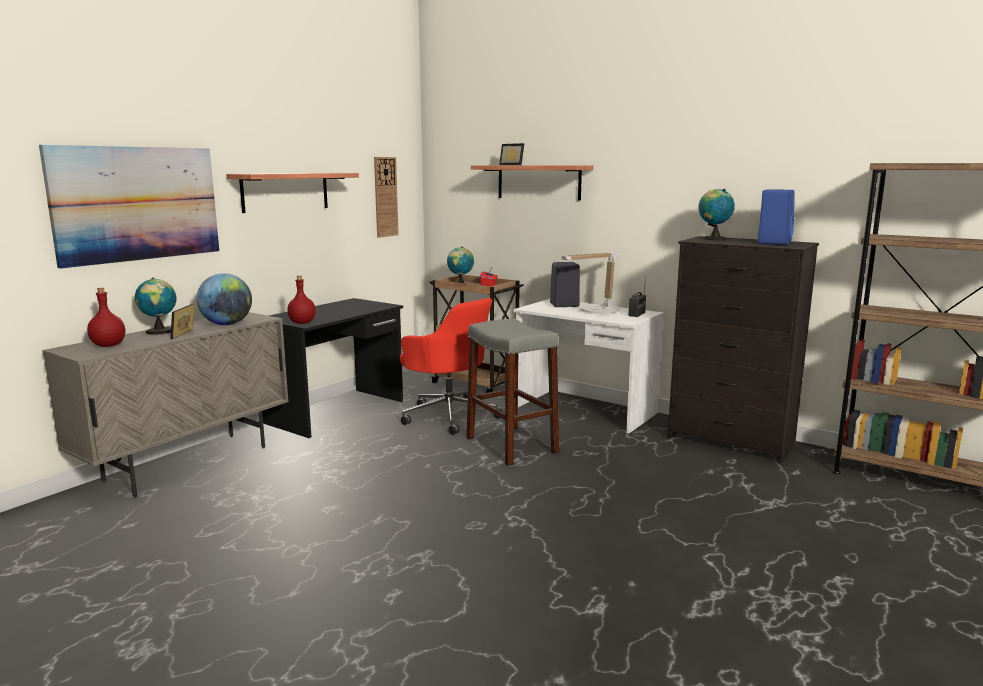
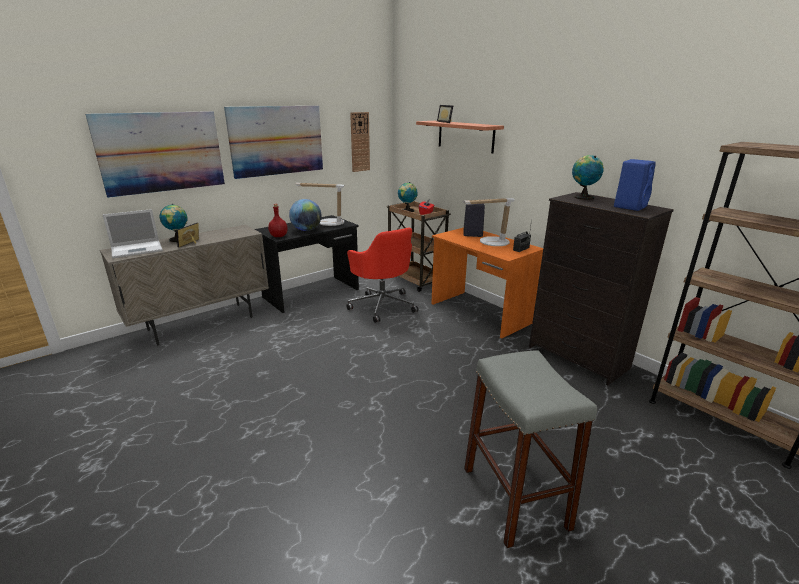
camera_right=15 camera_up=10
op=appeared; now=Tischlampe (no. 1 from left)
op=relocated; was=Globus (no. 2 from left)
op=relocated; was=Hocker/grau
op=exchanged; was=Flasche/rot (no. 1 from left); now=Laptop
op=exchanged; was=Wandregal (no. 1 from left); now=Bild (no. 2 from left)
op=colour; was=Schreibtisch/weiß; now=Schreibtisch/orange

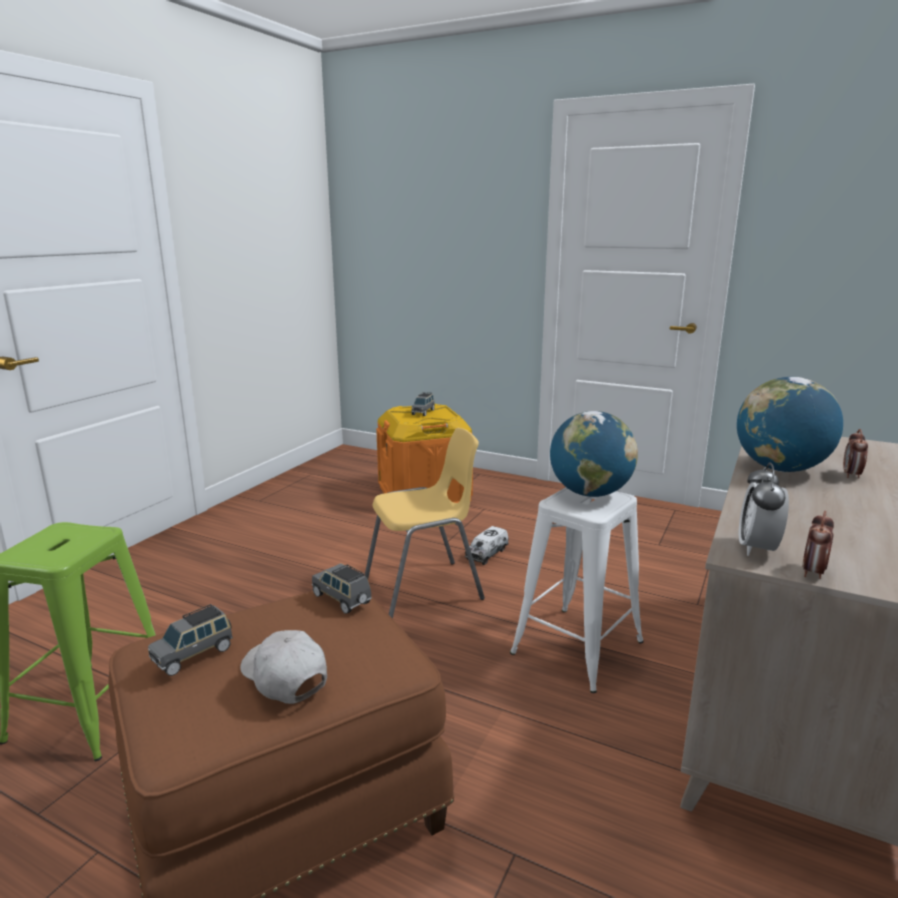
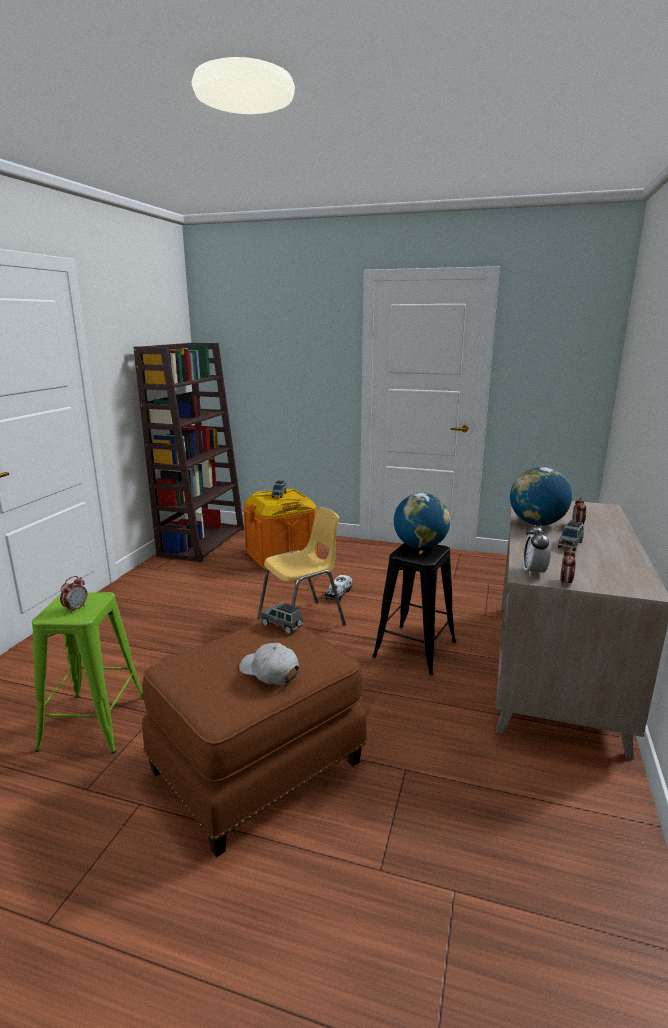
camera_right=-10 camera_up=0
op=appeared; now=Wecker (no. 1 from left)
op=appeared; now=Bücherregal/braun
op=relocated; was=Spielzeugauto/grau (no. 1 from left in the first image); now=Spielzeugauto/grau (no. 3 from left)
op=colour; was=Hocker/weiß; now=Hocker/schwarz

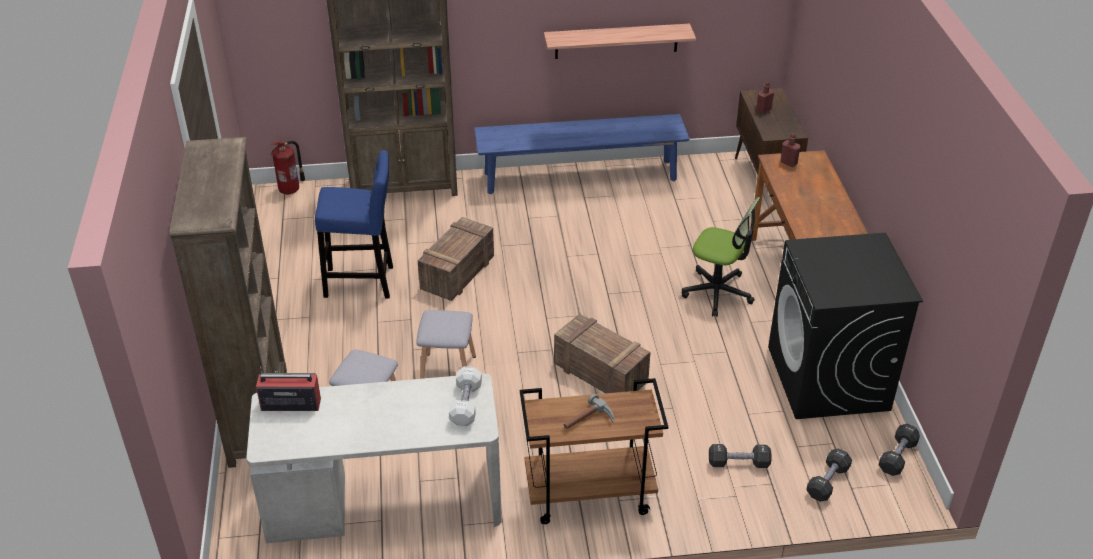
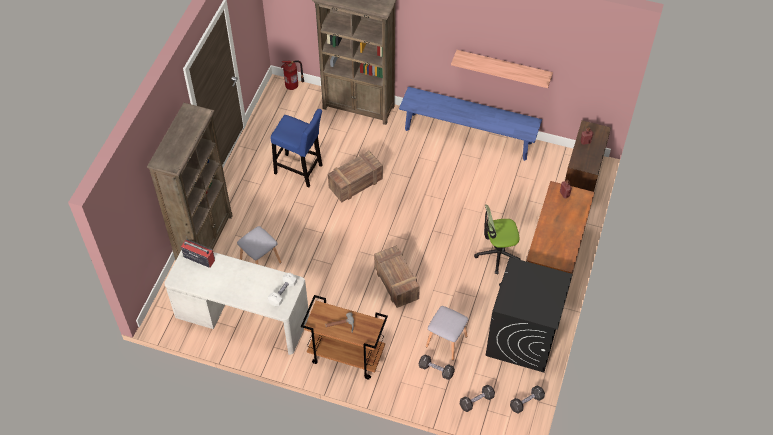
camera_right=25 camera_up=15
op=relocated; was=Hocker/grau (no. 2 from left)
op=spun; was=Bürostuhl; clockwise=120

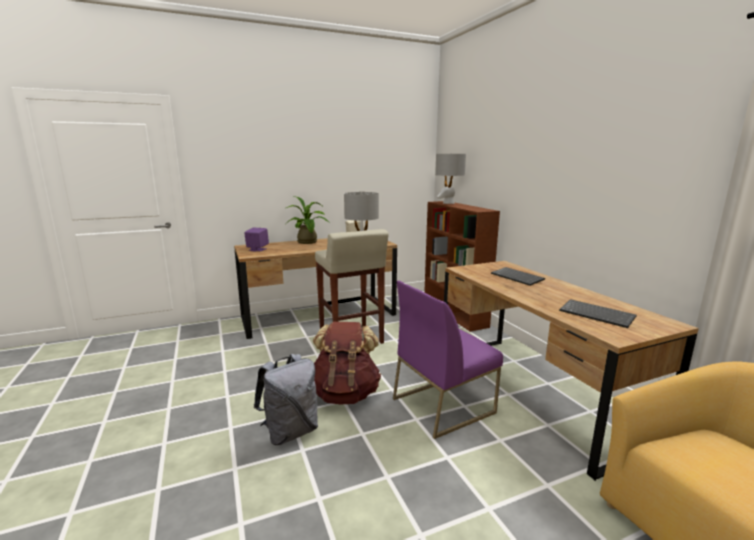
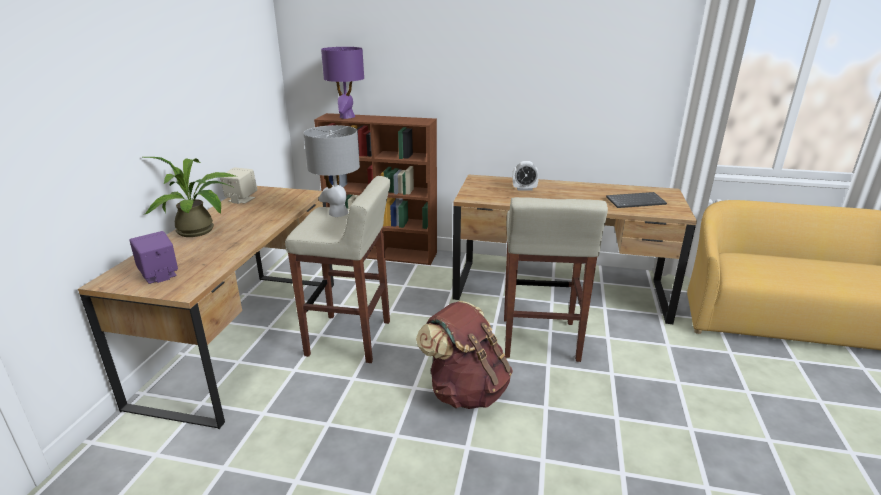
camera_right=-55 camera_up=10
op=missing; was=Rucksack/grau
op=exchanged; was=Stuhl/lila; now=Hocker/beige (no. 2 from left)
op=exchanged; was=Tastatur (no. 1 from left); now=Wecker
op=colour; was=Tischlampe/grau (no. 2 from left); now=Tischlampe/lila

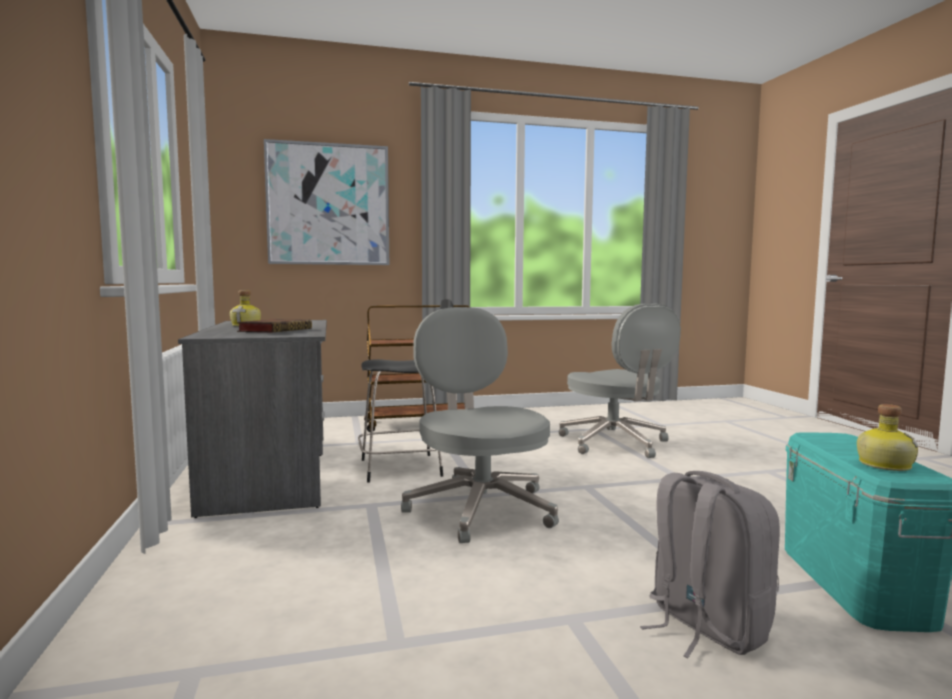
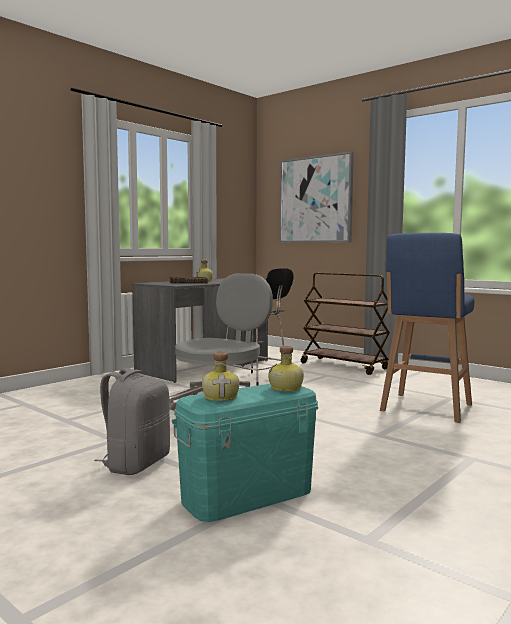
camera_right=55 camera_up=0
op=appeared; now=Flasche (no. 3 from left)
op=exchanged; was=Bürostuhl/grau (no. 2 from left); now=Hocker/blau

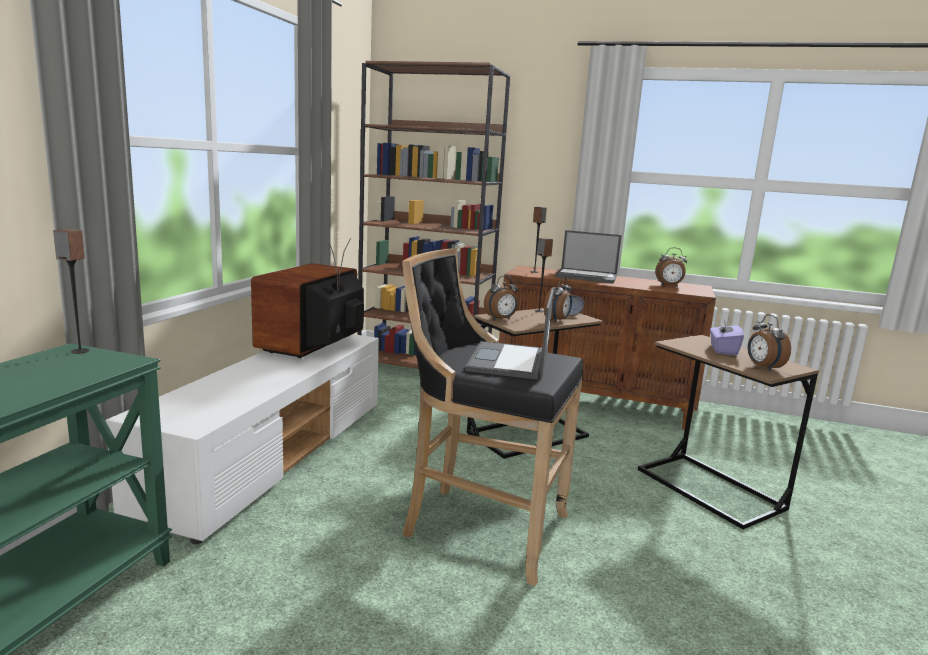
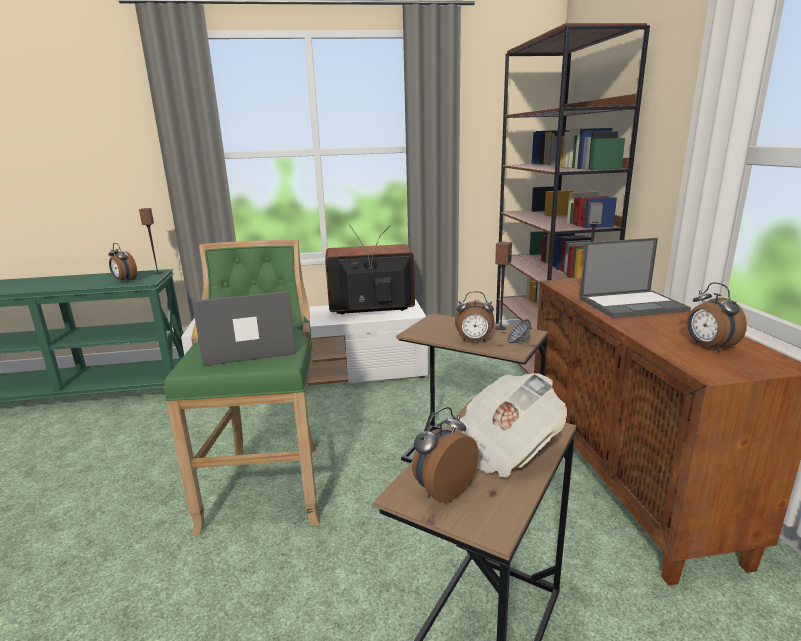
camera_right=65 camera_up=5
op=relocated; was=Wecker (no. 1 from left)
op=exchanged; was=Taschentuchbox/lila; now=Zeitung
op=colour; was=Hocker/schwarz; now=Hocker/grün
op=spun; was=Laptop (no. 2 from left); clockwise=-90

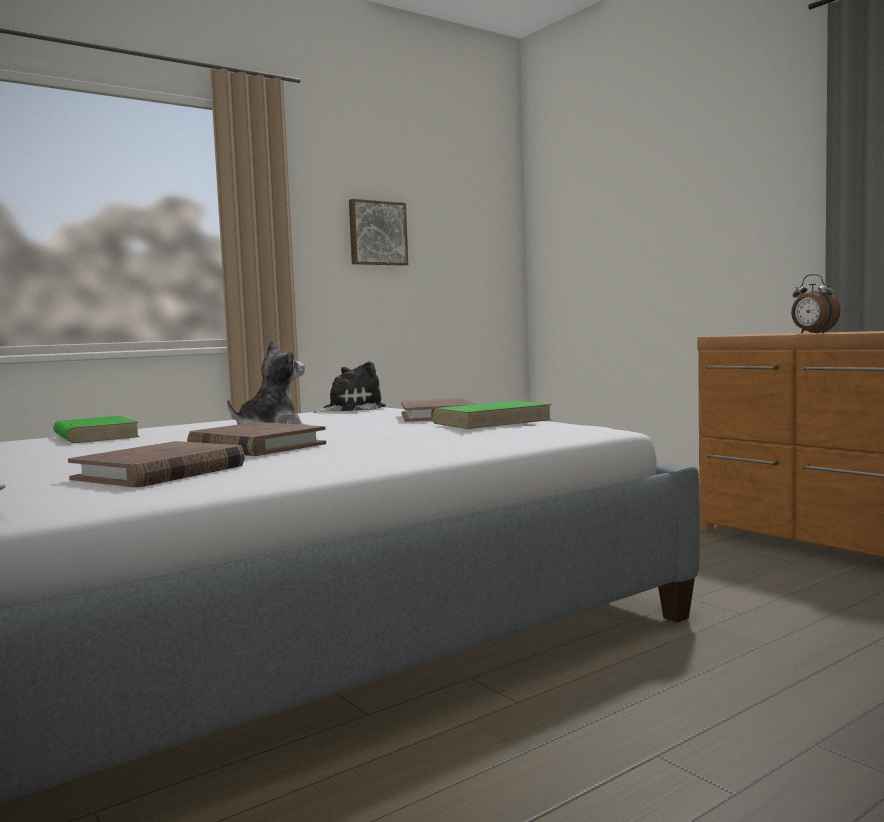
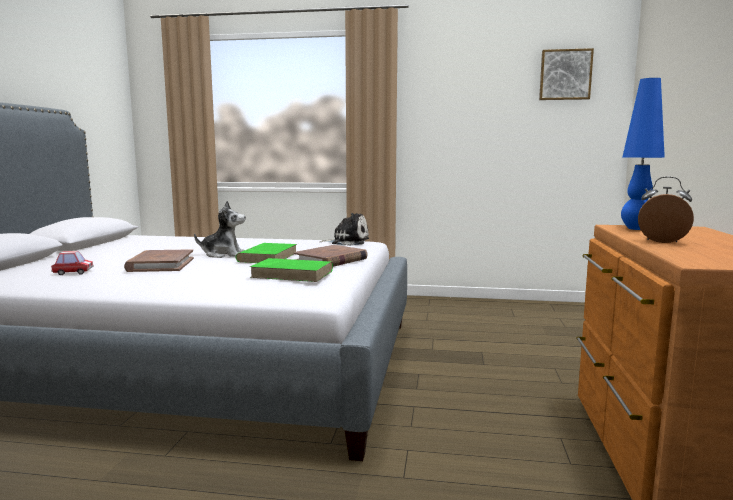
camera_right=45 camera_up=5
op=appeared; now=Tischlampe/blau
op=relocated; was=Buch/grün (no. 1 from left)
op=relocated; was=Bild
op=exchanged; was=Buch/braun (no. 1 from left); now=Spielzeugauto
op=spun; was=Wecker; clockwise=105

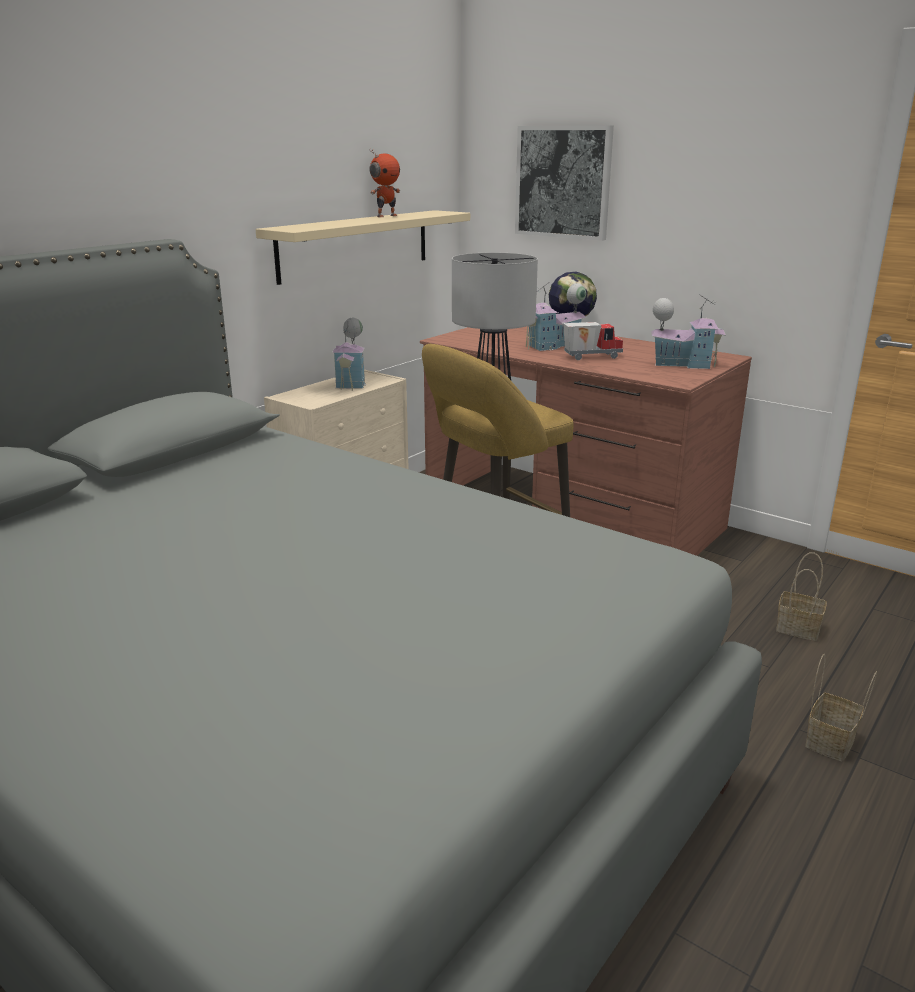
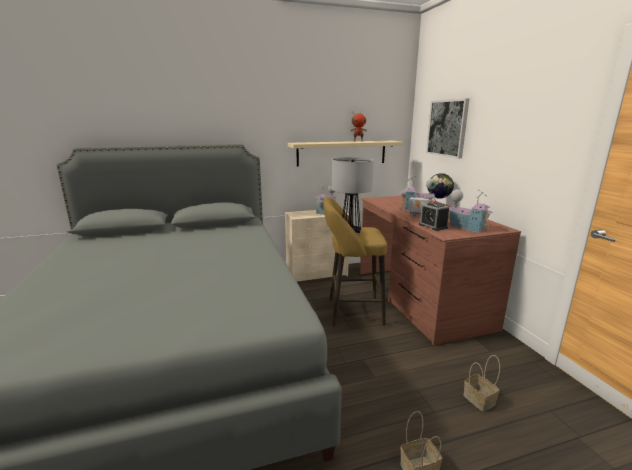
camera_right=35 camera_up=-5
op=appeared; now=Wecker

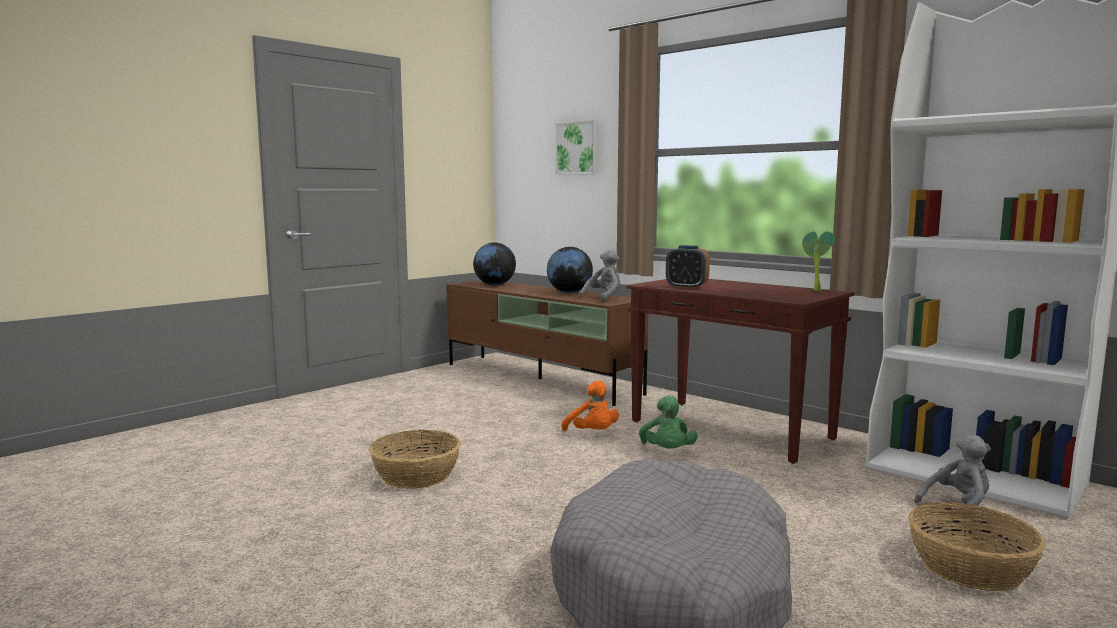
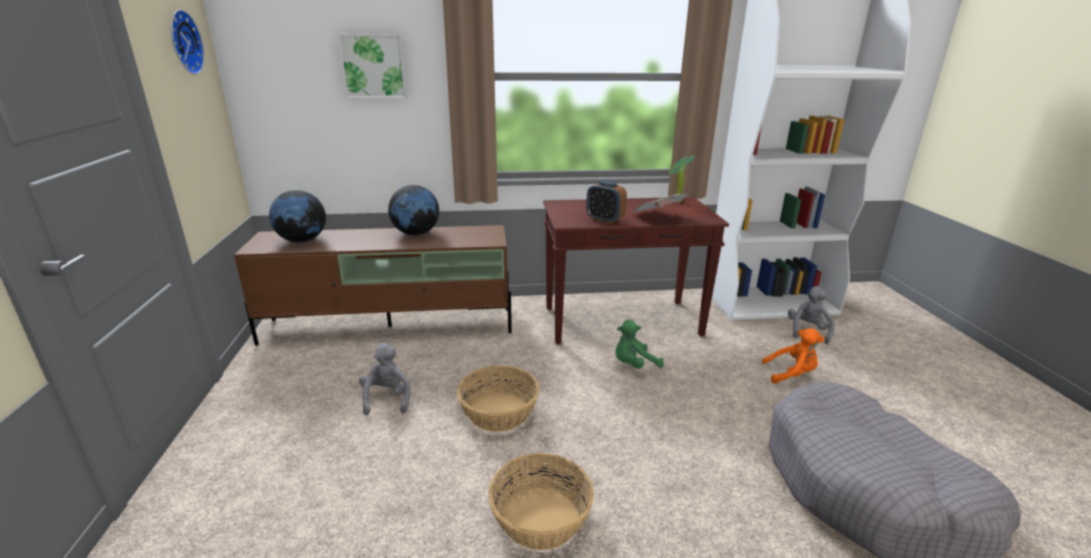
camera_right=-50 camera_up=15
op=appeared; now=Wanduhr
op=appeared; now=Zeitung
op=relocated; was=Plüschtier/orange
op=relocated; was=Plüschtier/grau (no. 1 from left)
op=relocated; was=Korb (no. 2 from left in the first image); now=Korb (no. 1 from left)
op=spun; was=Plüschtier/grün; clockwise=120
op=spun; was=Wecker; clockwise=60

